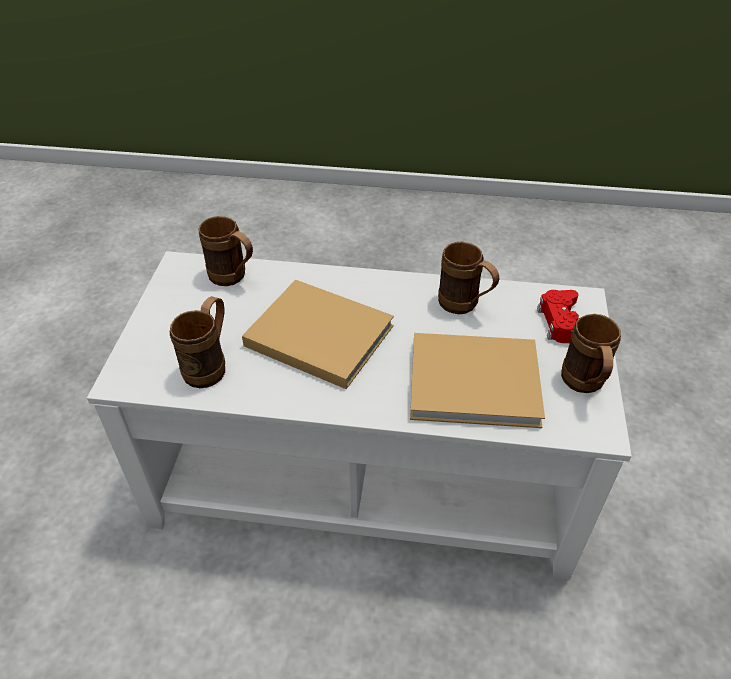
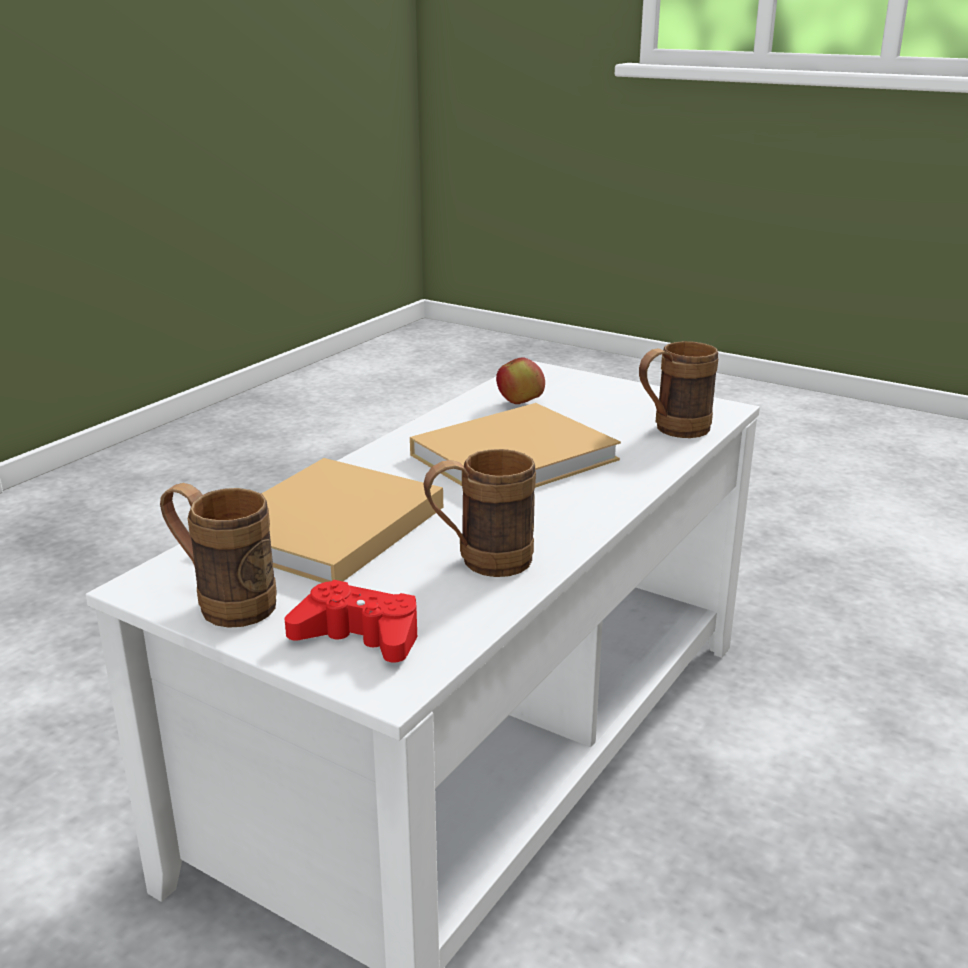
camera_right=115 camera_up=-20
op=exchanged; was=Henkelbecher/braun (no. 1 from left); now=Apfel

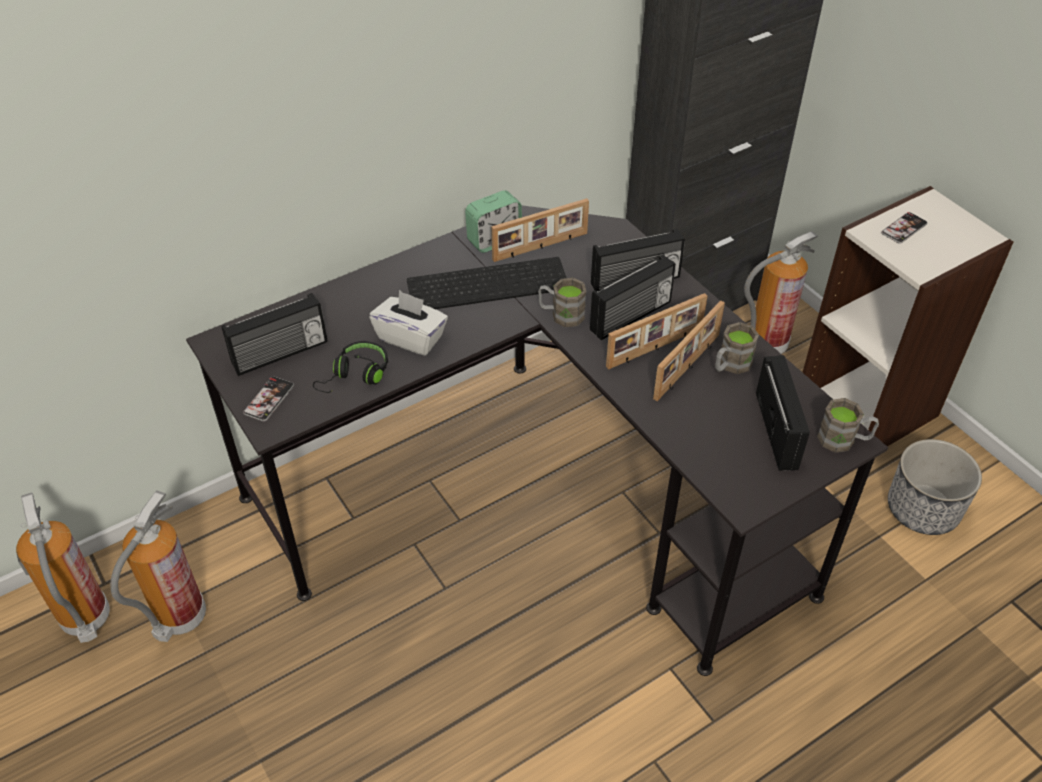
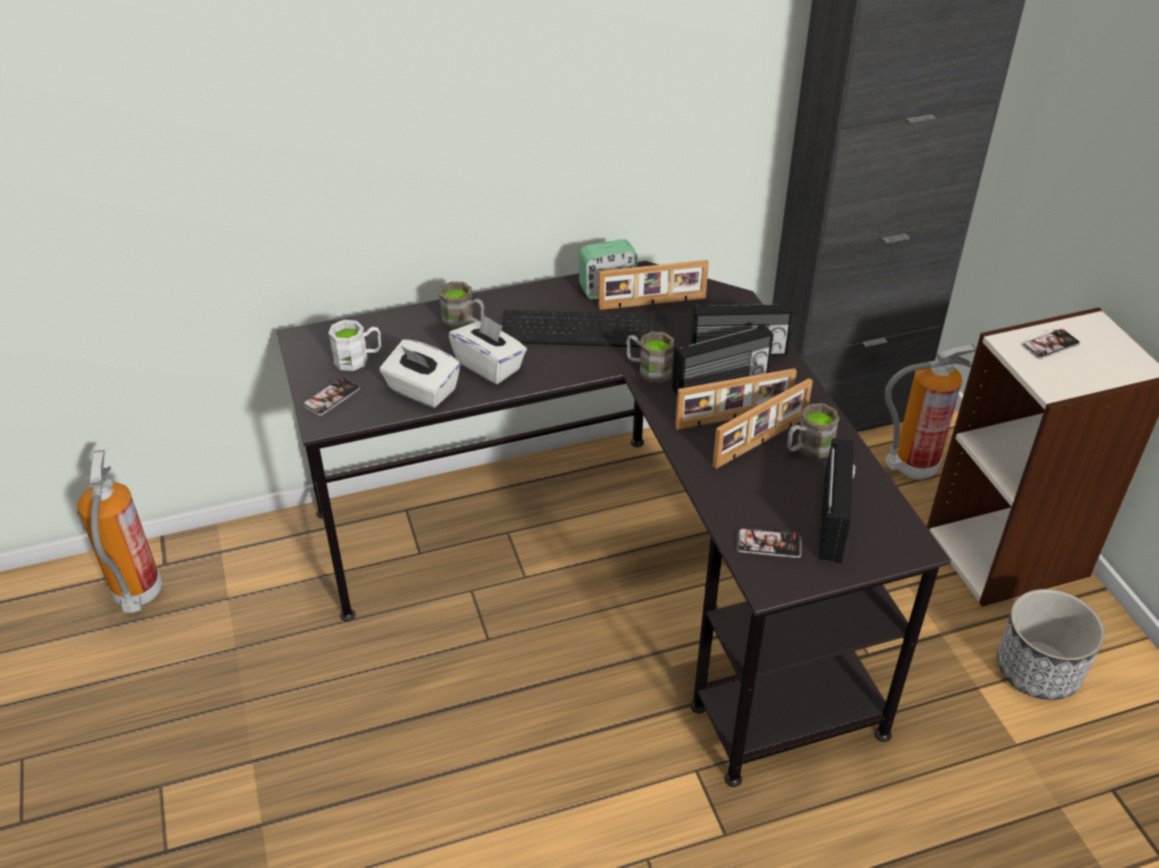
camera_right=15 camera_up=-5
op=missing; was=Feuerlöscher (no. 2 from left)
op=appeared; now=Handy (no. 2 from left)
op=relocated; was=Henkelbecher/braun (no. 3 from left in the first image); now=Henkelbecher/braun (no. 1 from left)
op=exchanged; was=Radio (no. 1 from left); now=Henkelbecher/weiß
op=exchanged; was=Kopfhörer/schwarz; now=Taschentuchbox/weiß (no. 1 from left)

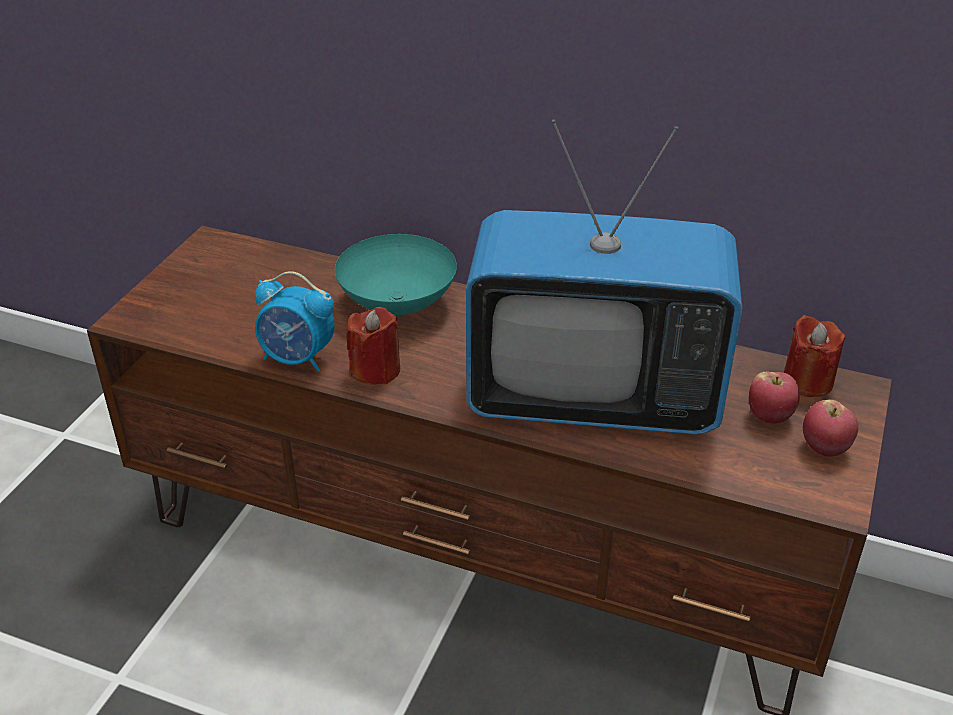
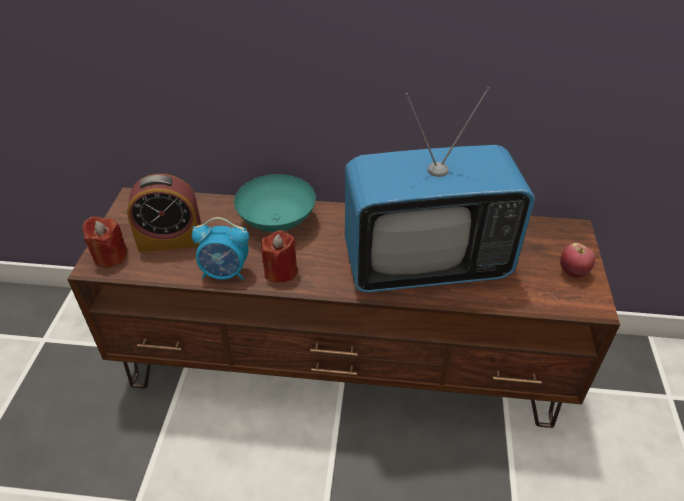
camera_right=-15 camera_up=5
op=missing; was=Apfel (no. 1 from left)
op=appeared; now=Wecker (no. 1 from left)
op=relocated; was=Kerze/rot (no. 2 from left in the first image); now=Kerze/rot (no. 1 from left)

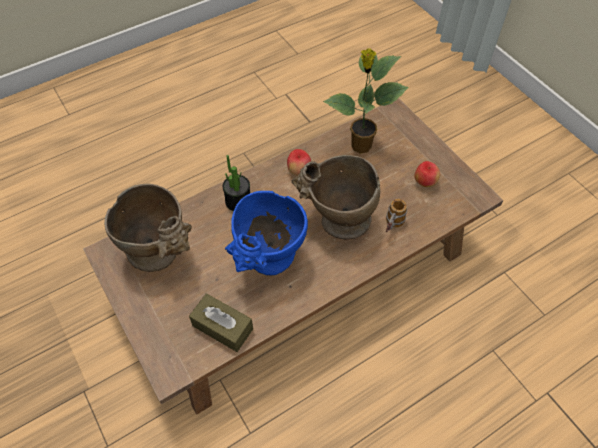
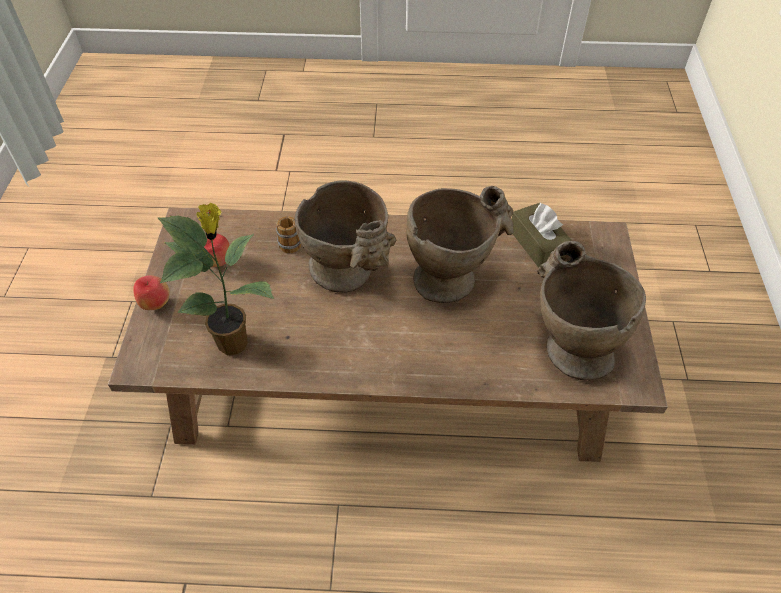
camera_right=-145 camera_up=-5
op=missing; was=Topfpflanze (no. 1 from left)
op=relocated; was=Apfel (no. 1 from left)
op=colour; was=Vase/blau; now=Vase/beige (no. 2 from left)

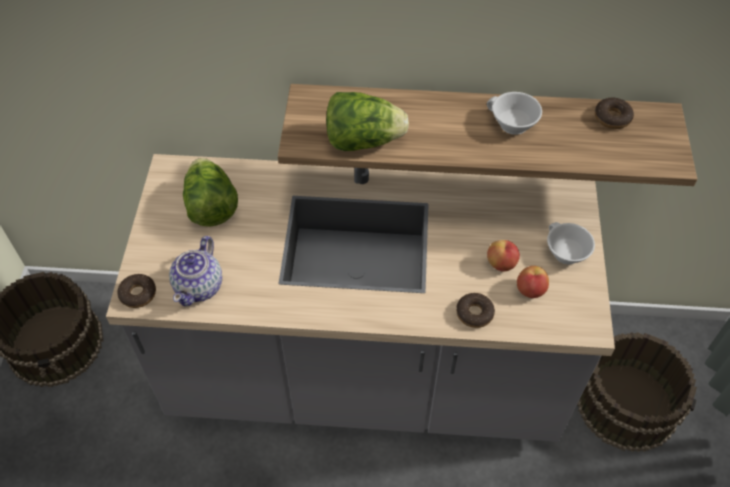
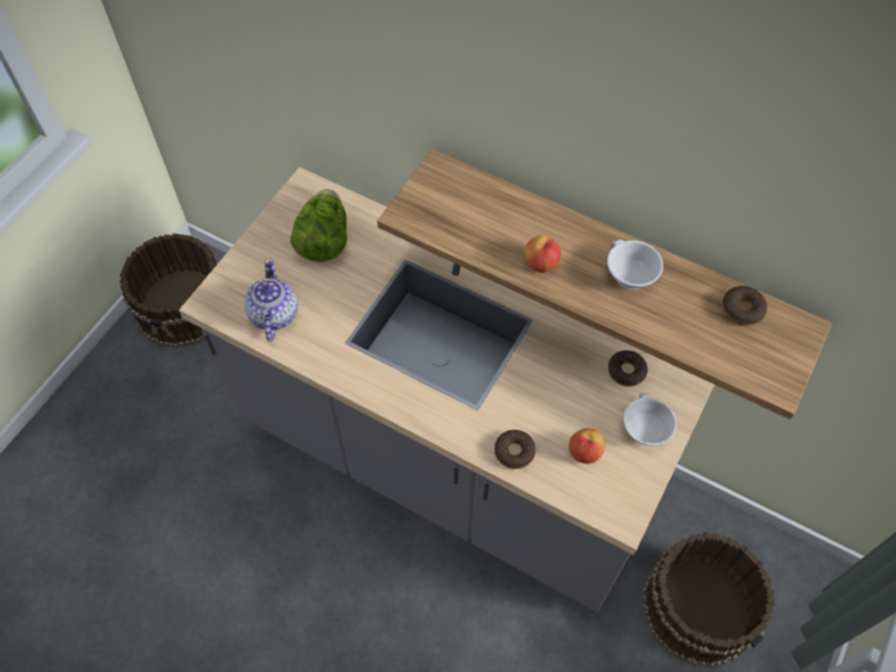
camera_right=25 camera_up=5
op=missing; was=Salatkopf (no. 2 from left)
op=relocated; was=Donut (no. 1 from left in the first image); now=Donut (no. 2 from left)
op=relocated; was=Apfel (no. 1 from left)
op=spun; was=Teekanne; clockwise=135

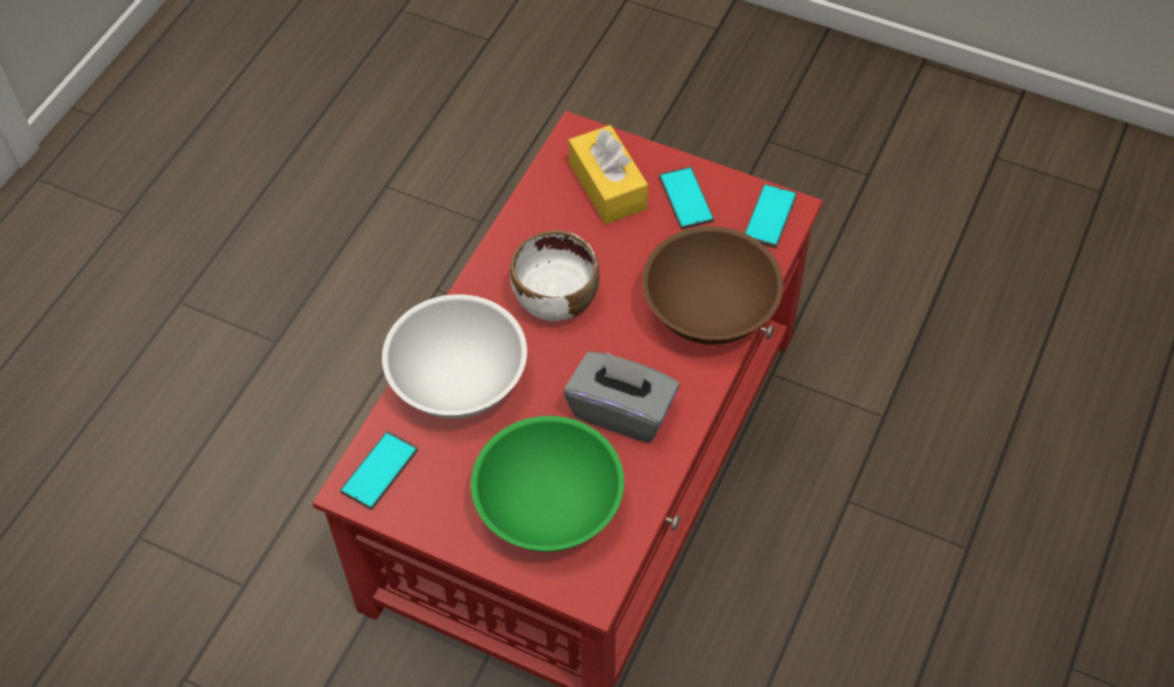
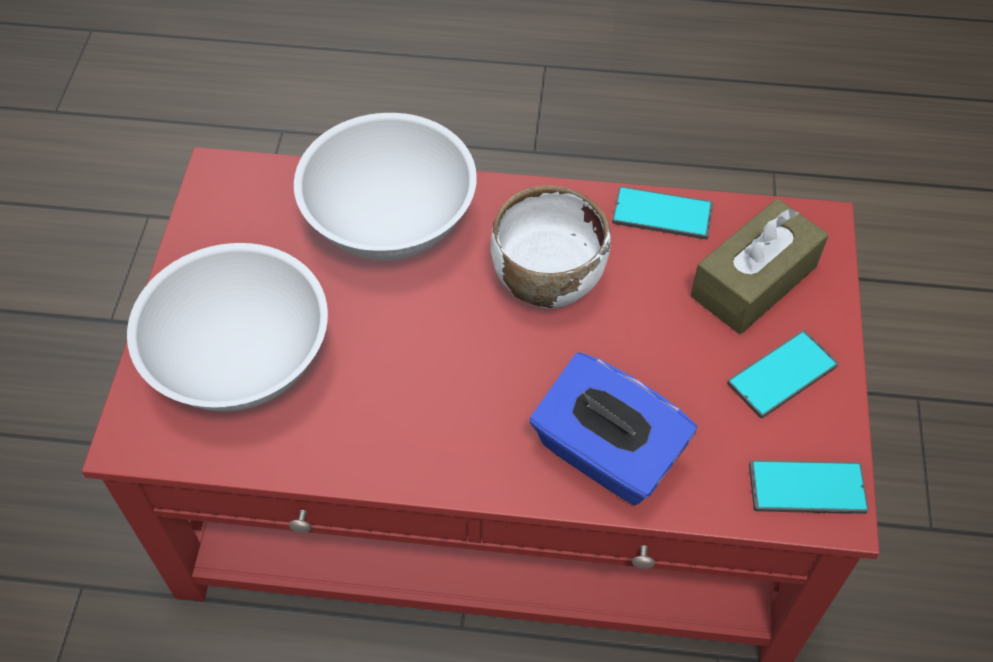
camera_right=70 camera_up=0
op=missing; was=Taschentuchbox/grau
op=relocated; was=Handy (no. 1 from left)
op=exchanged; was=Schüssel/braun; now=Taschentuchbox/blau
op=colour; was=Schüssel/grün; now=Schüssel/weiß (no. 1 from left)
op=colour; was=Taschentuchbox/gelb; now=Taschentuchbox/braun

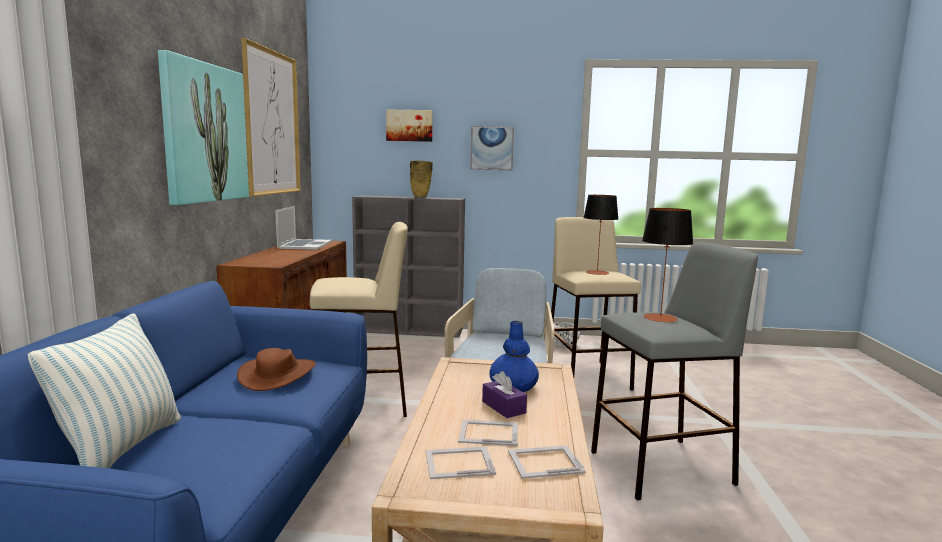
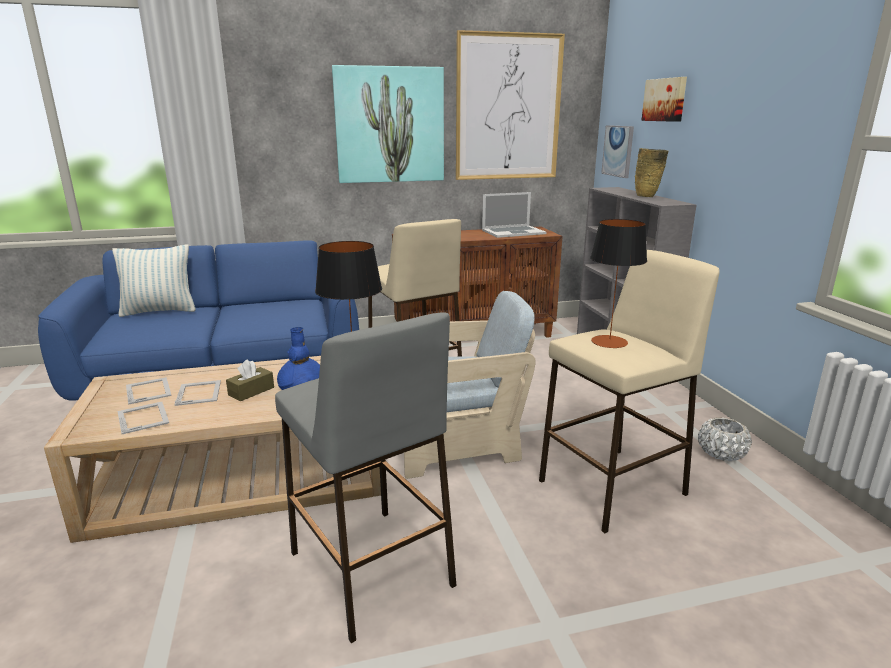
camera_right=70 camera_up=10
op=missing; was=Hut/braun
op=relocated; was=Bild (no. 4 from left in the first image); now=Bild (no. 3 from left)
op=colour; was=Taschentuchbox/lila; now=Taschentuchbox/braun

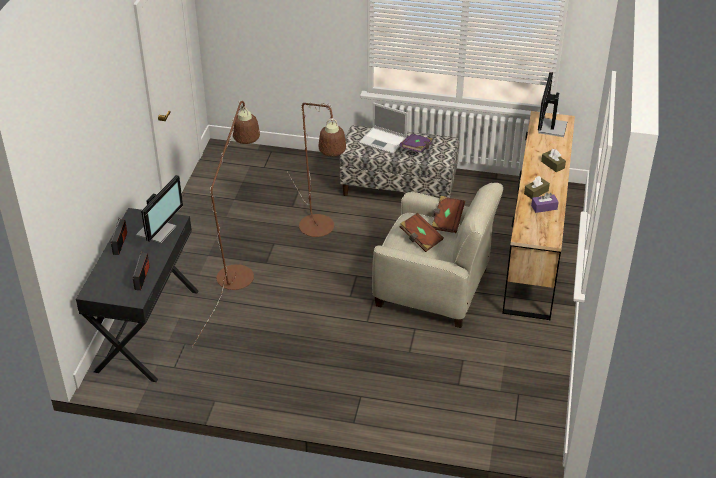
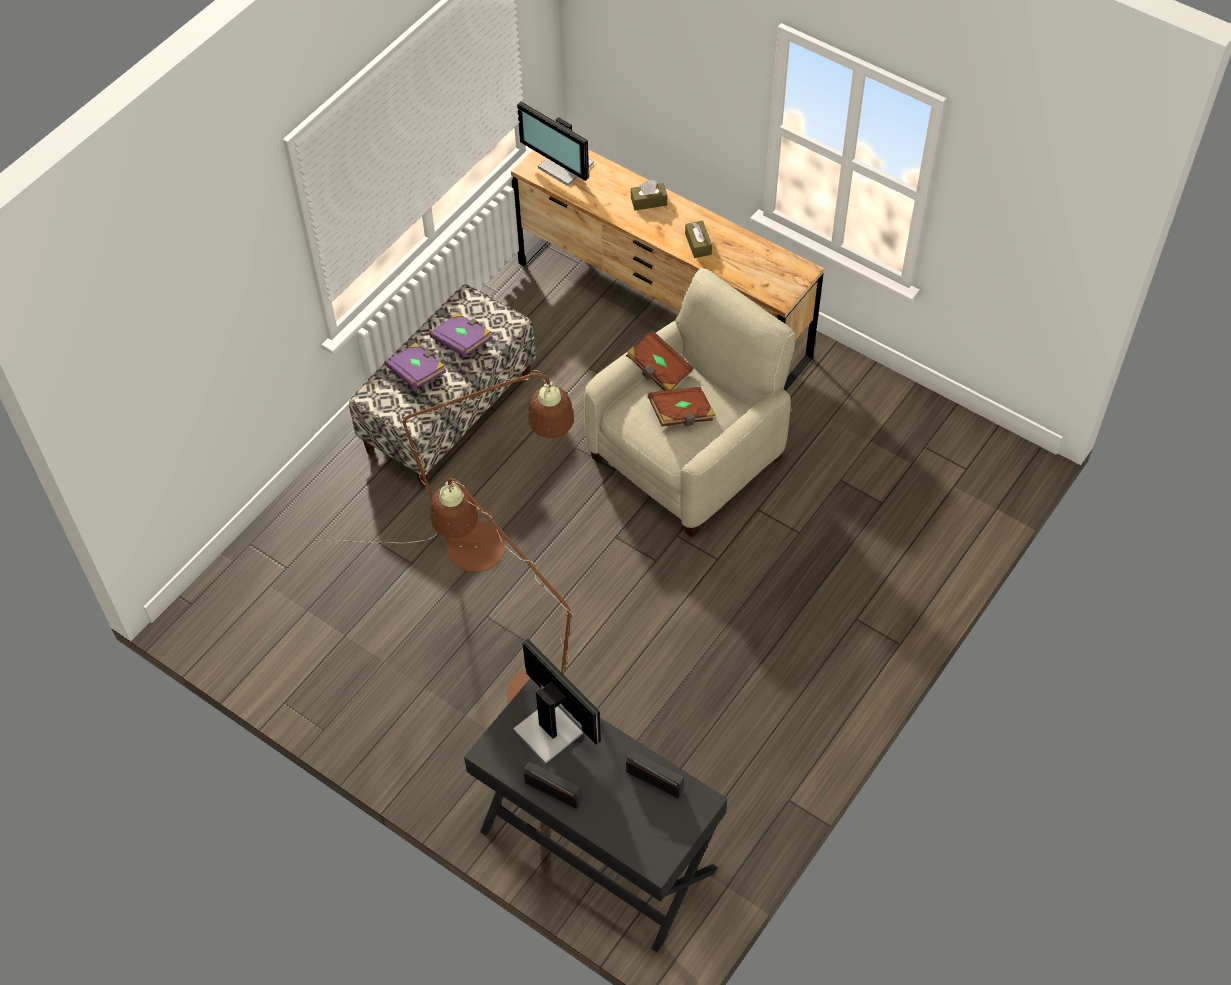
camera_right=-65 camera_up=15
op=missing; was=Taschentuchbox/lila
op=exchanged; was=Laptop; now=Buch/lila (no. 1 from left)

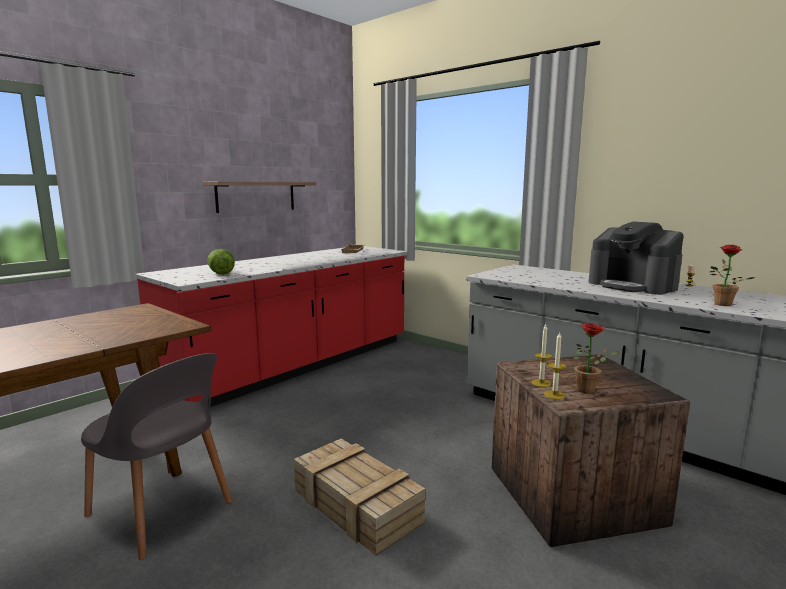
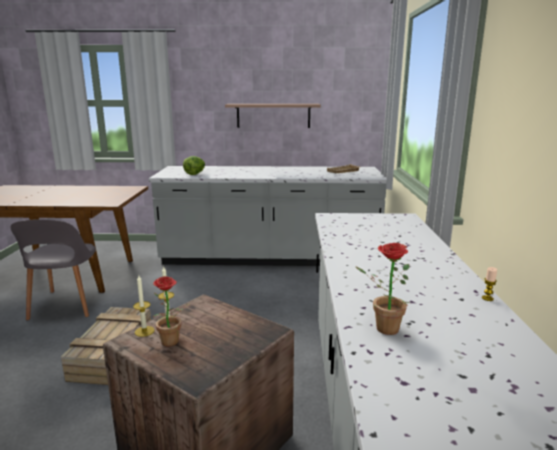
camera_right=50 camera_up=5
op=missing; was=Kaffeemaschine
op=colour; was=Küchenzeile/rot; now=Küchenzeile/grau (no. 1 from left)

